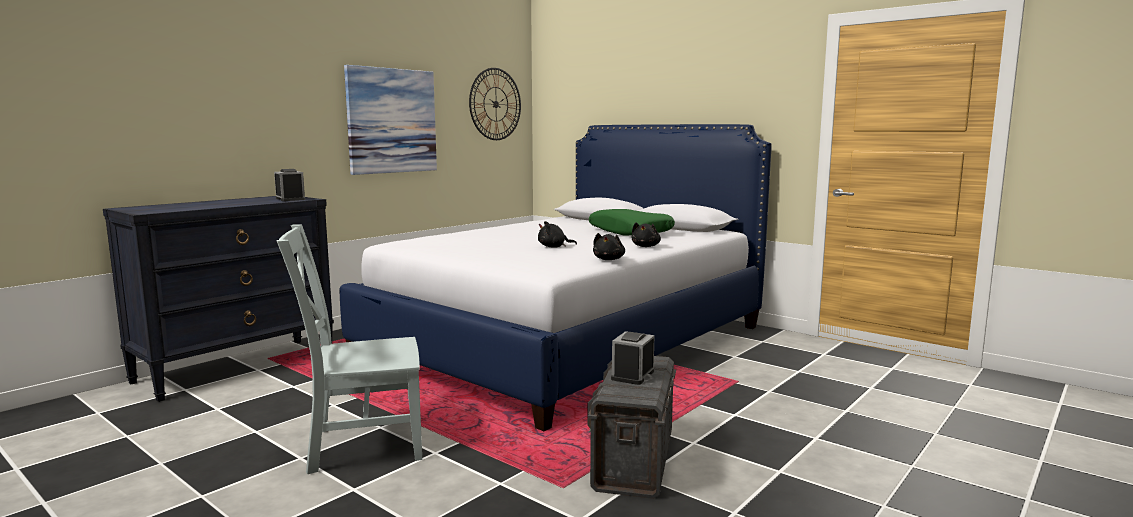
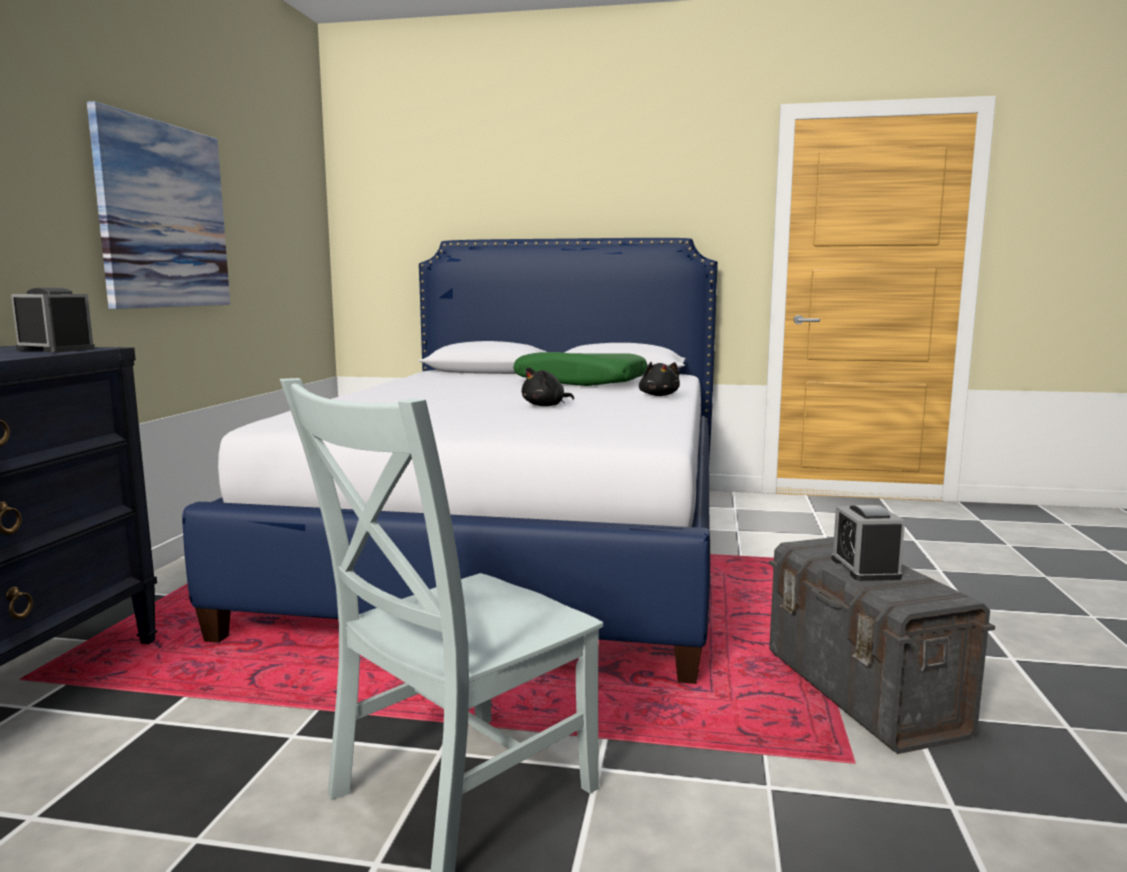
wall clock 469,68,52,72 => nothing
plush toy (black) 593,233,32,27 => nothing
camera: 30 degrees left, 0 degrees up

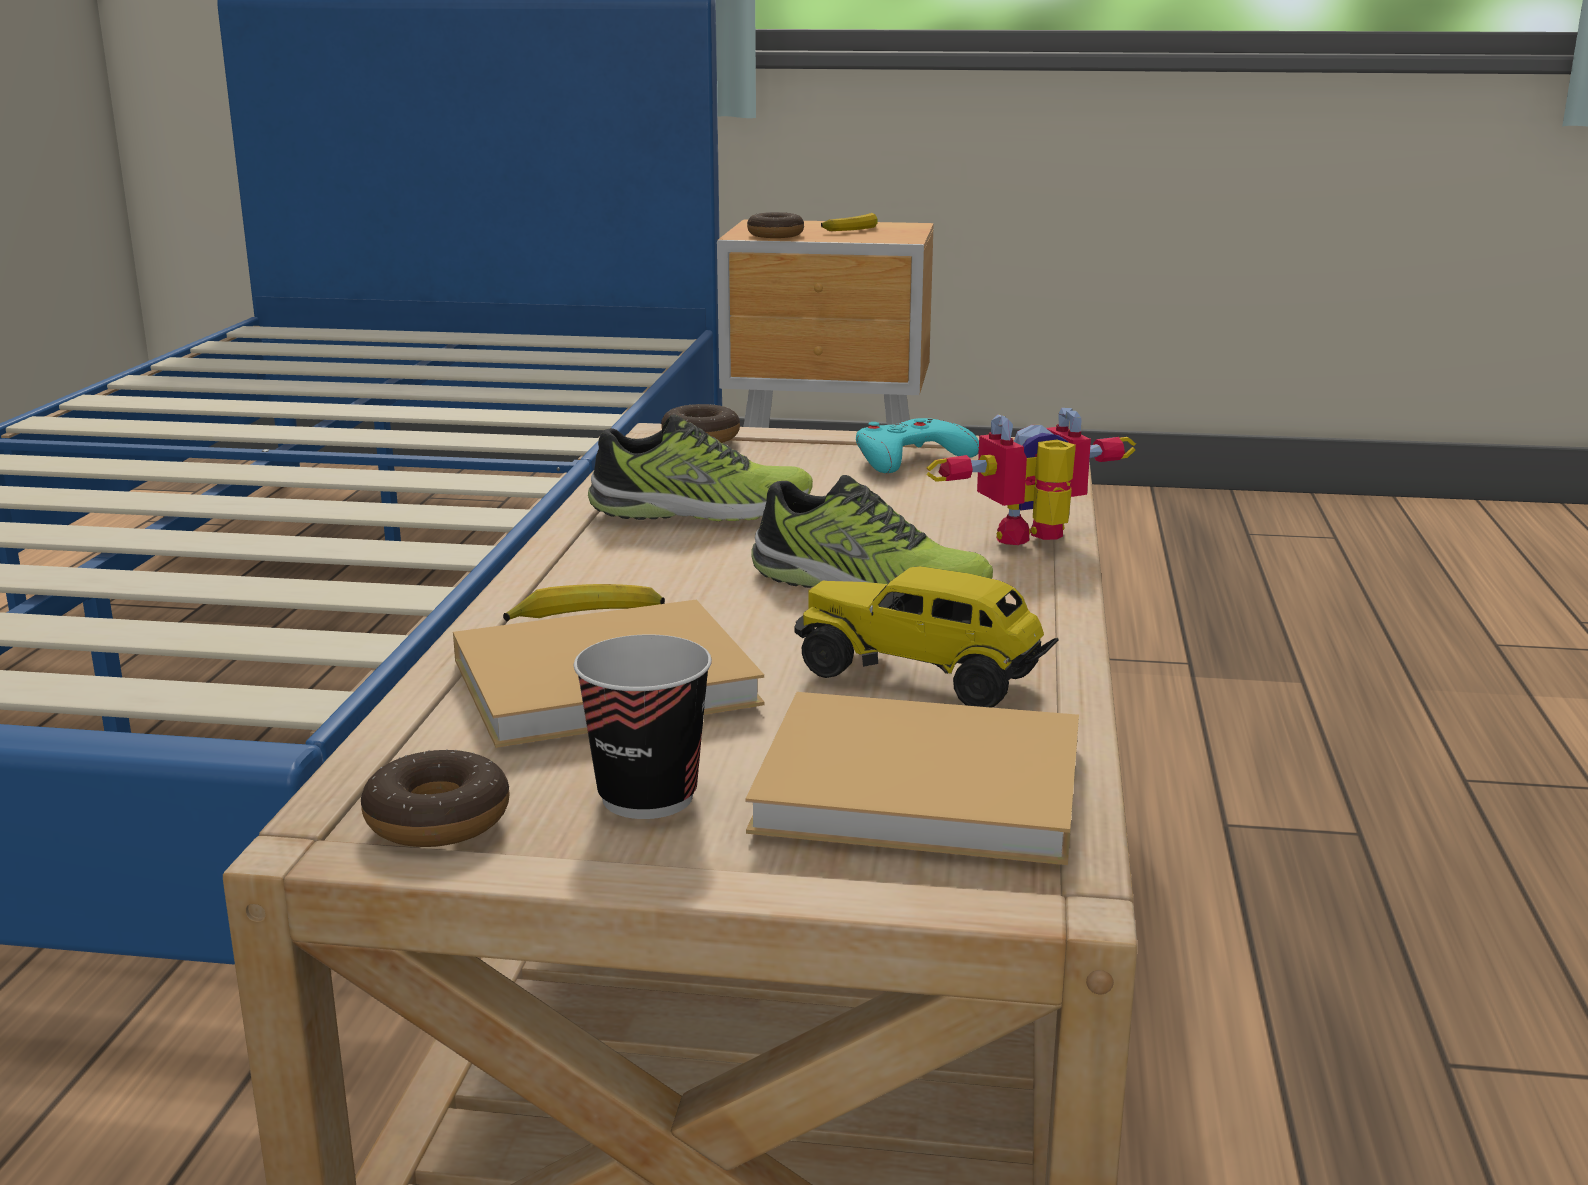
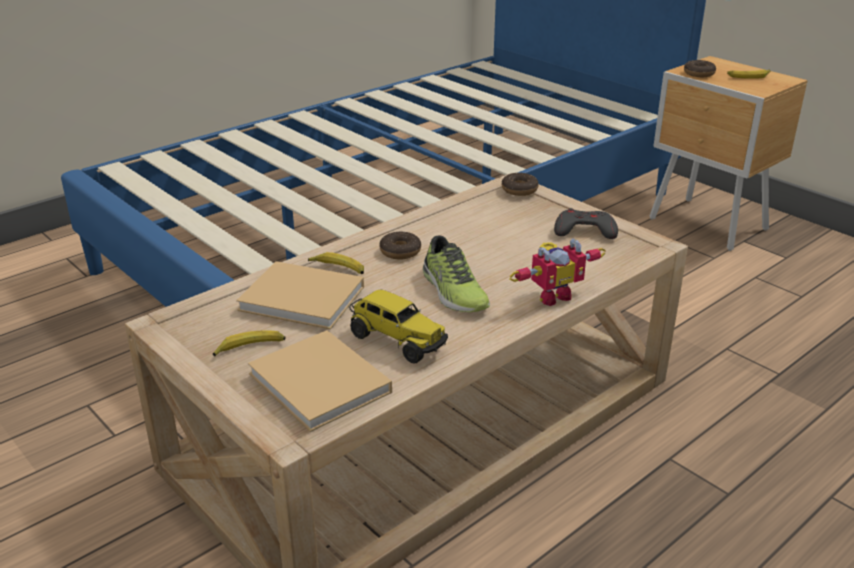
toy robot 926,408,210,137 => toy robot 510,239,96,67, 135 degrees clockwise
shoe 588,414,225,107 => nothing
game controller (turquoise) 856,418,123,55 => game controller (grey) 554,208,64,31
toy truck 795,566,264,142 => toy truck 349,290,99,74, 150 degrees clockwise
cup 574,634,138,185 => banana 213,331,72,25
donut 361,749,149,98 => donut 379,231,42,28, move
camera: 40 degrees right, 10 degrees up

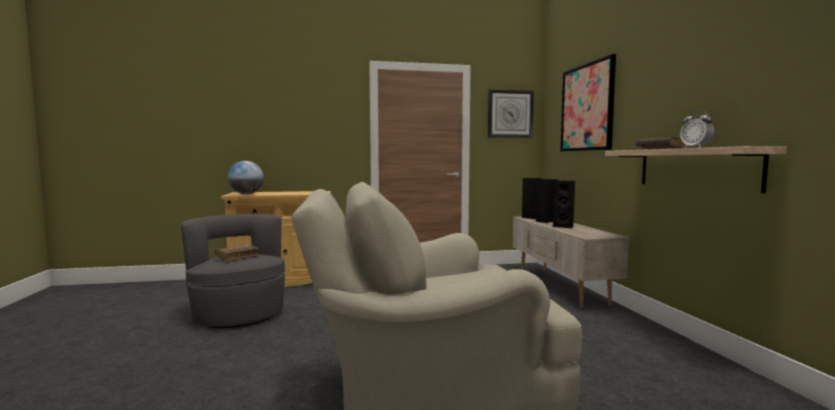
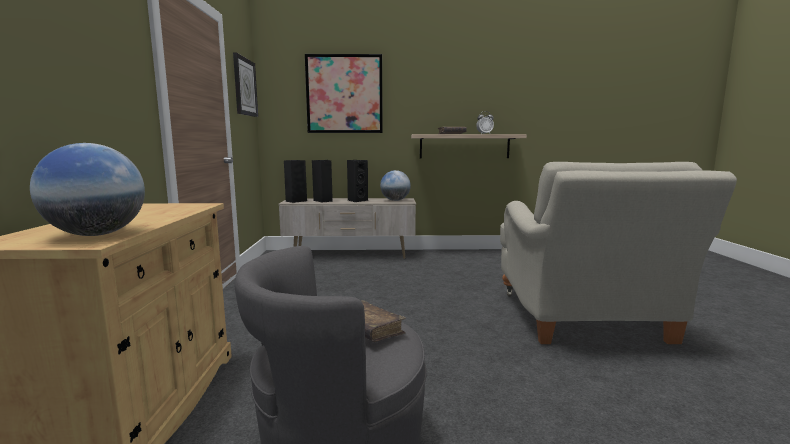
nothing => globe 380,170,31,31
camera: 80 degrees left, 5 degrees up

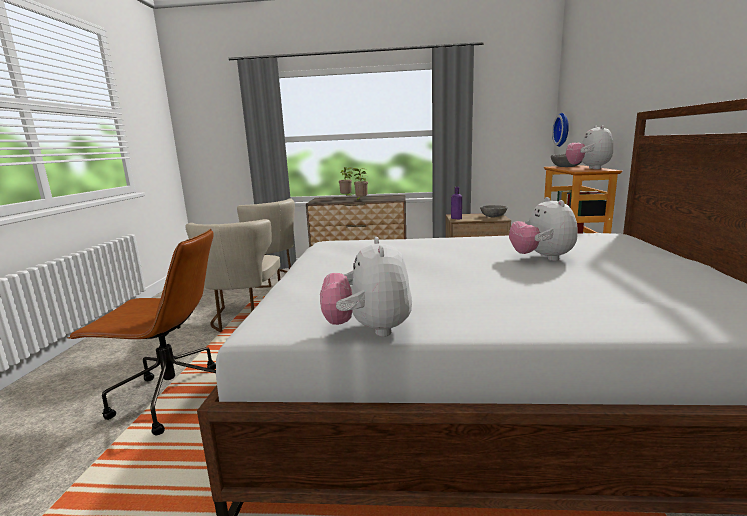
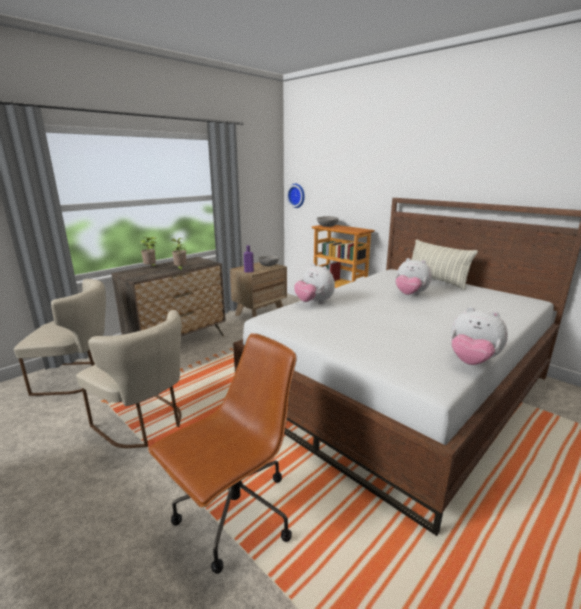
plush toy 566,125,47,44 => plush toy 294,263,41,41, move
nothing => pillow 411,239,67,51
camera: 50 degrees left, 5 degrees up

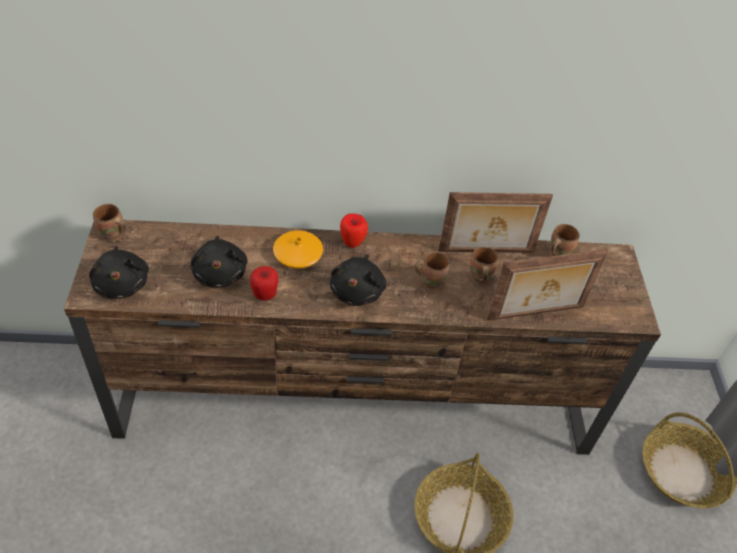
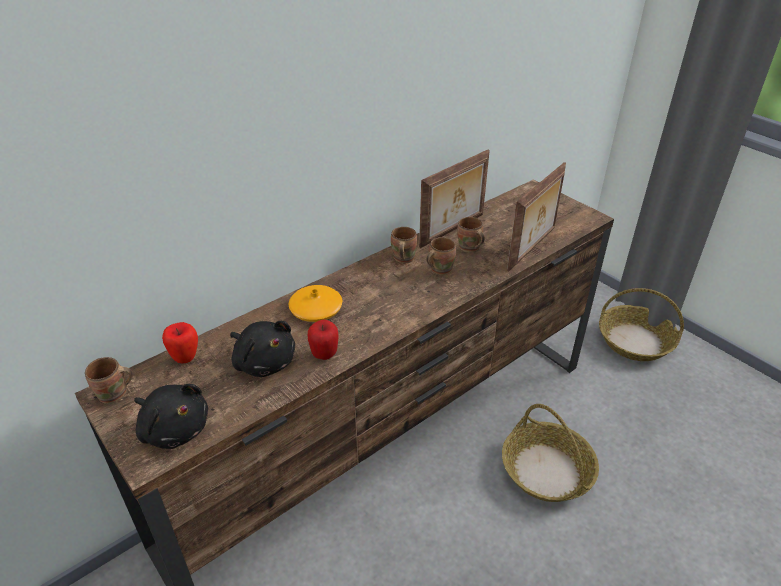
apple 340,213,28,35 => apple 162,322,36,42, move
mug (brown) 550,224,30,32 => mug (brown) 391,227,27,36, move
plush toy (black) 330,254,57,52 => nothing
camera: 35 degrees left, 10 degrees down

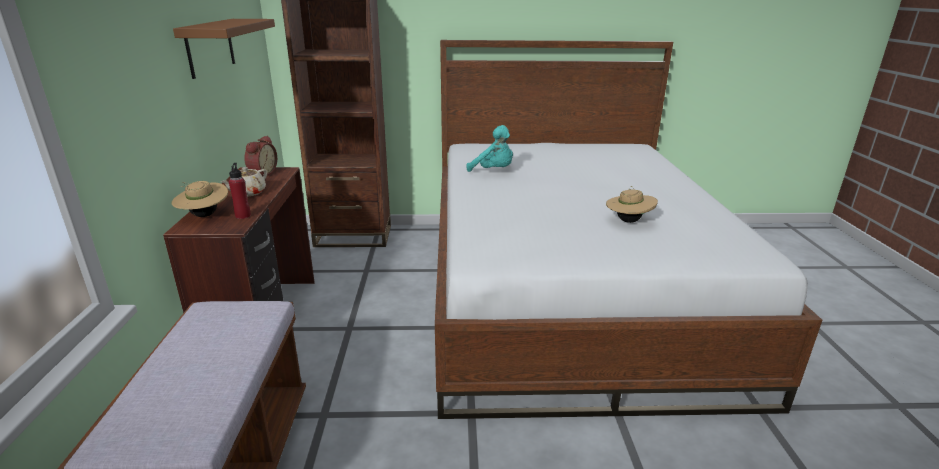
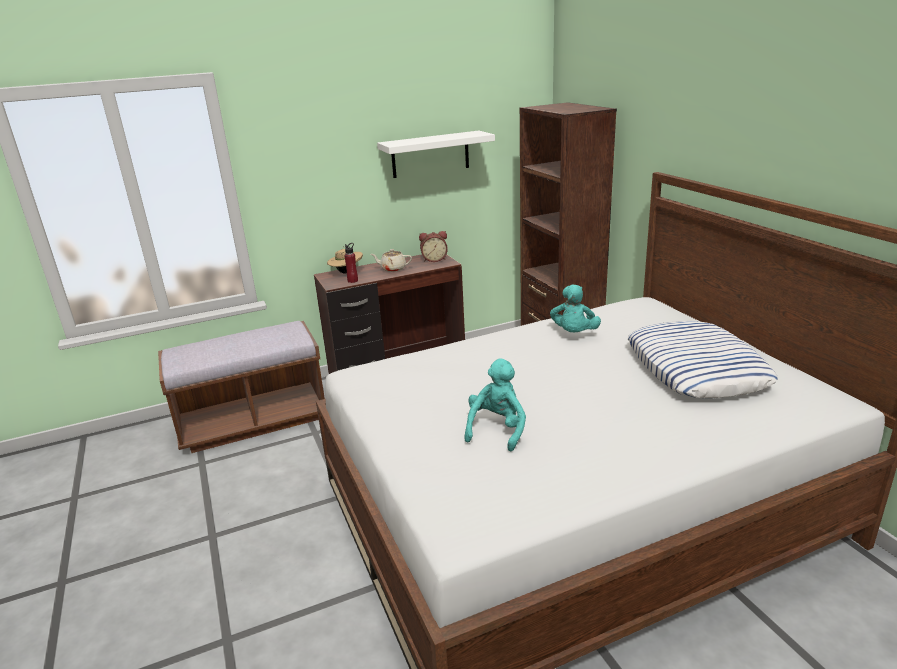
shelf (brown) 173,19,102,60 => shelf (white) 377,131,118,47
hat (beige) 606,186,52,37 => plush toy (turquoise) 464,358,62,93
nothing => pillow 628,321,150,77
camera: 70 degrees right, 0 degrees up

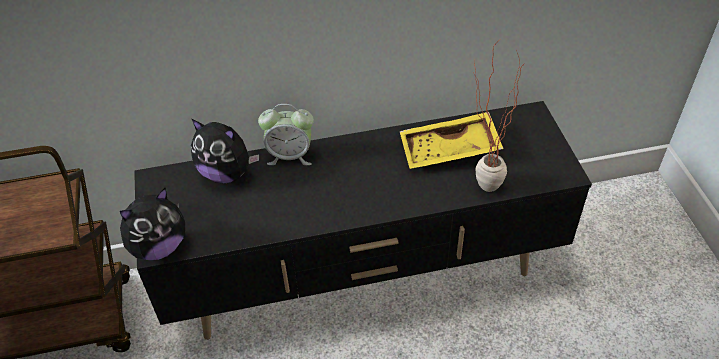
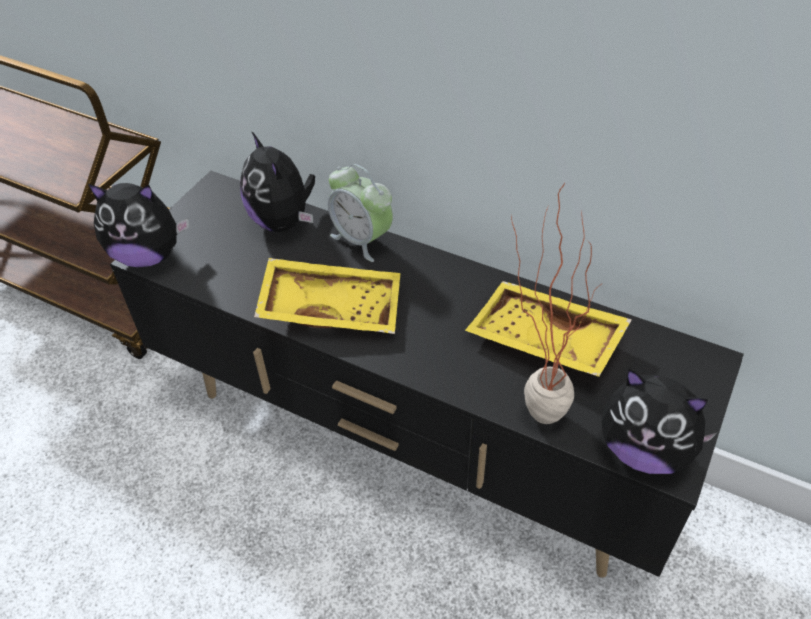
nothing => tray (yellow) 254,258,147,76
nothing => plush toy 602,369,116,105
camera: 40 degrees right, 0 degrees up

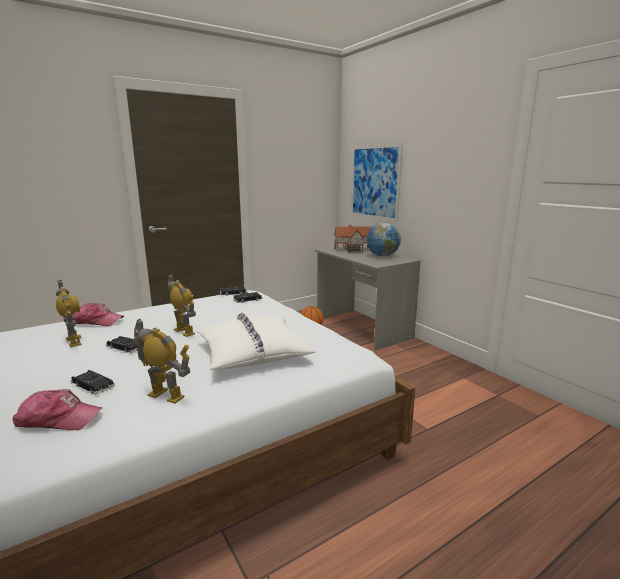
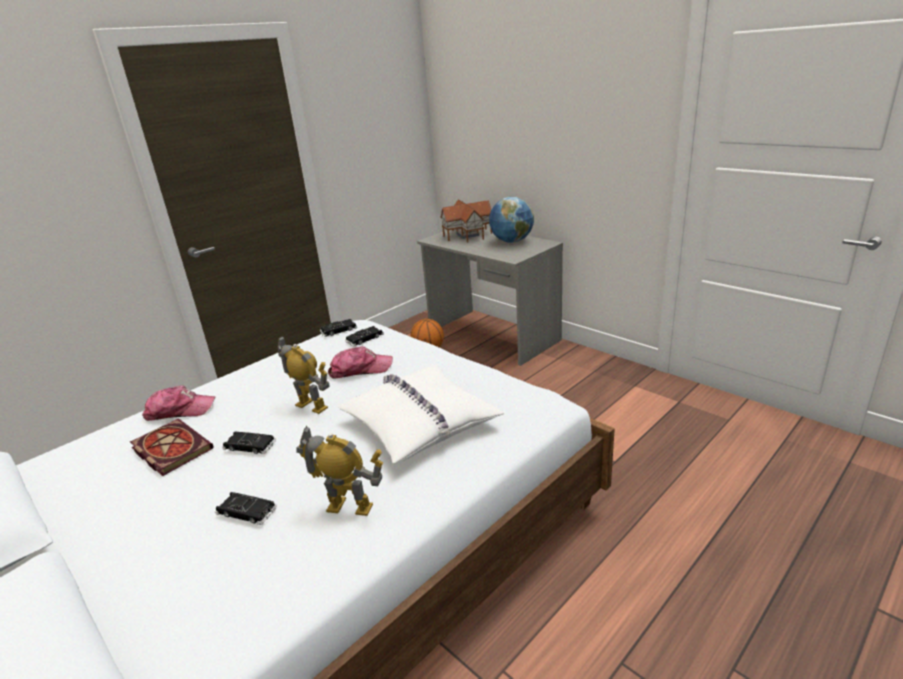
picture 351,144,52,78 => nothing
toy robot 56,280,26,67 => book 130,419,84,57
cap 13,389,89,42 => cap 328,346,65,33, move
camera: 10 degrees left, 10 degrees up

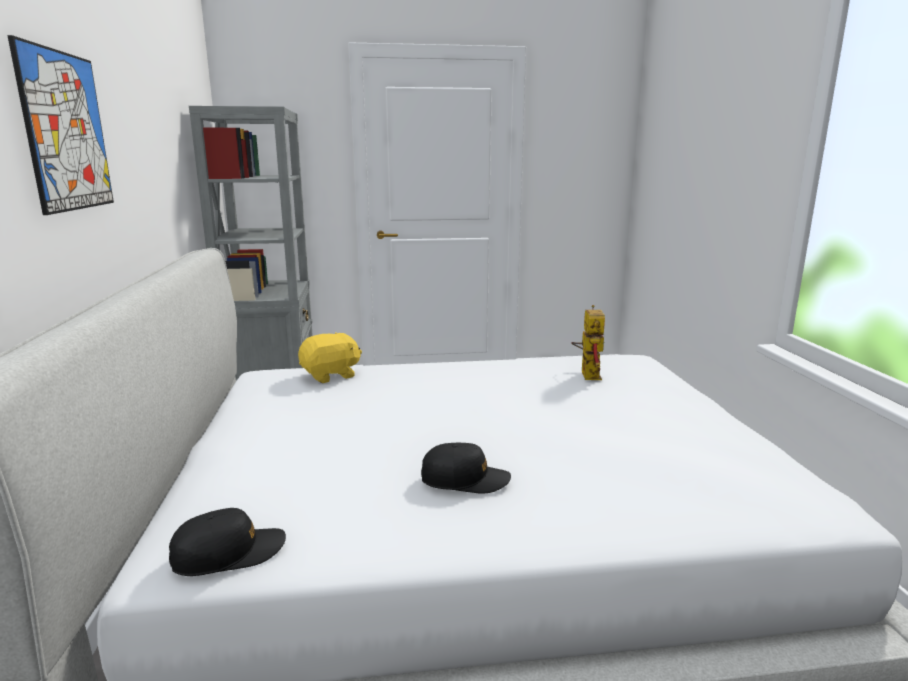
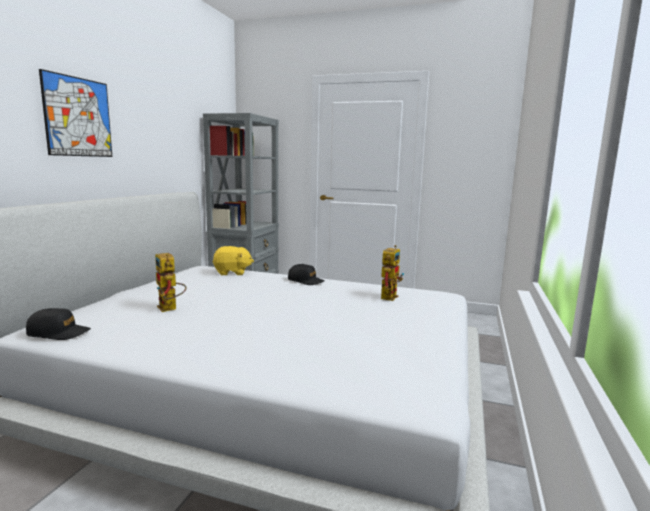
cap (black) 421,443,90,50 => cap (black) 288,264,37,21, move
nothing => toy robot 155,253,31,59
camera: 25 degrees right, 5 degrees down

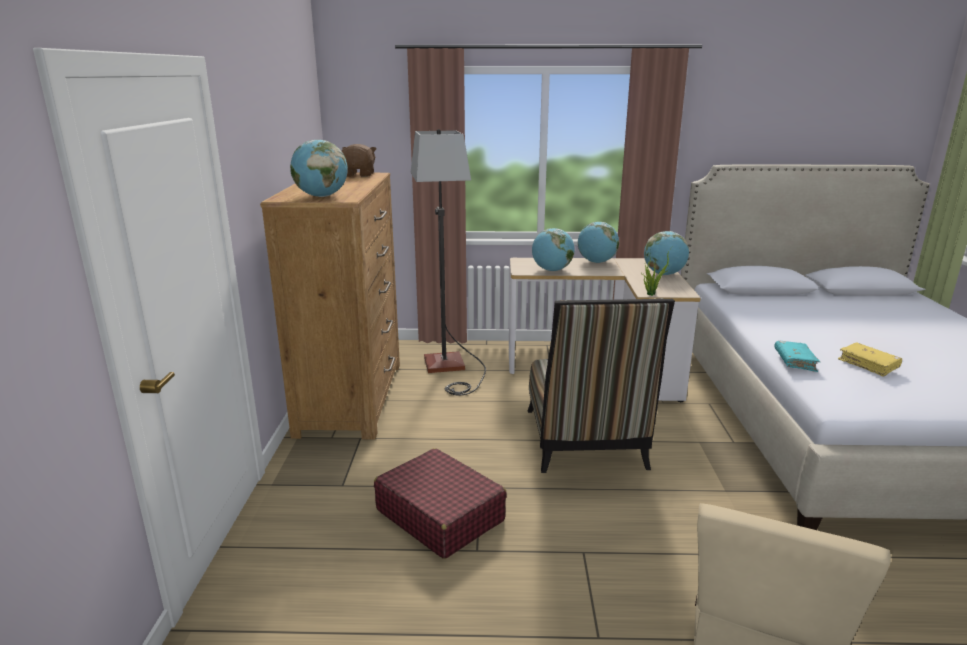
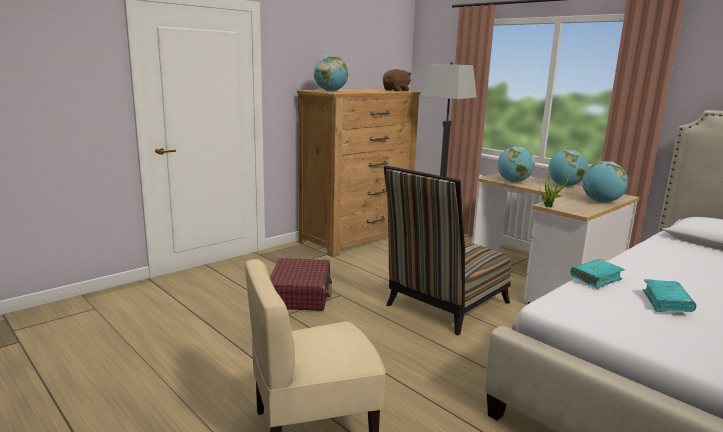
book (yellow) 838,342,64,35 => book (turquoise) 643,279,53,33
camera: 45 degrees right, 5 degrees down

